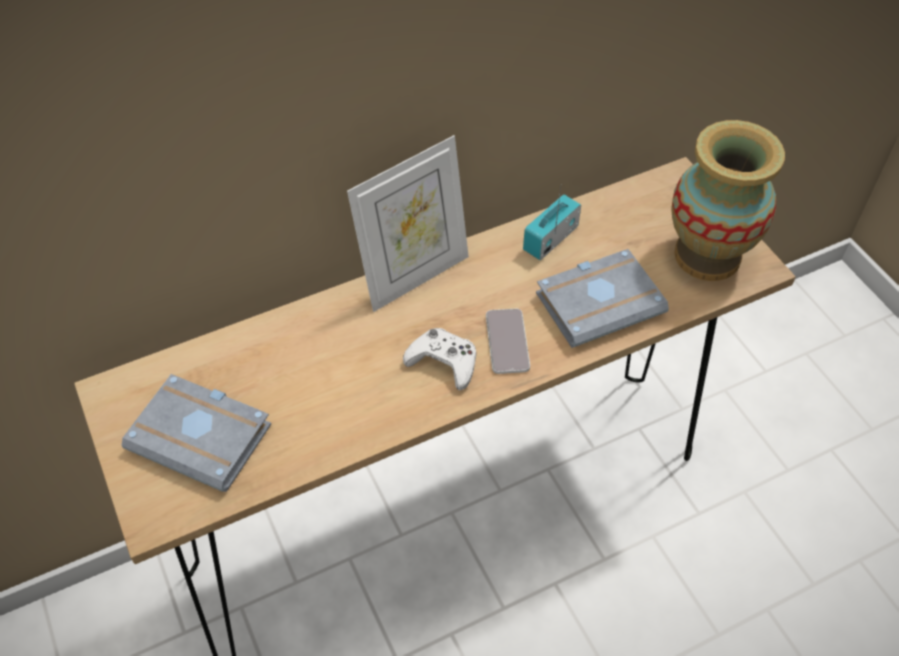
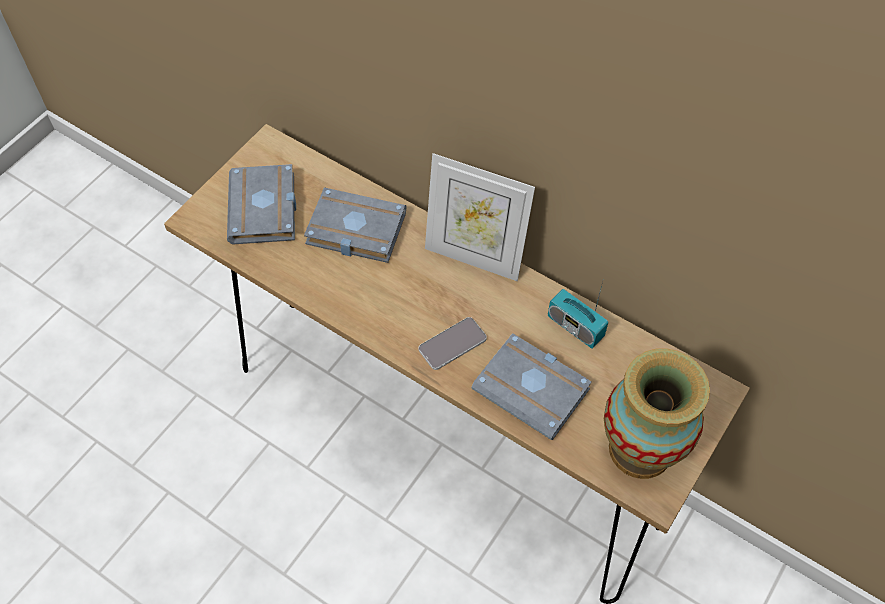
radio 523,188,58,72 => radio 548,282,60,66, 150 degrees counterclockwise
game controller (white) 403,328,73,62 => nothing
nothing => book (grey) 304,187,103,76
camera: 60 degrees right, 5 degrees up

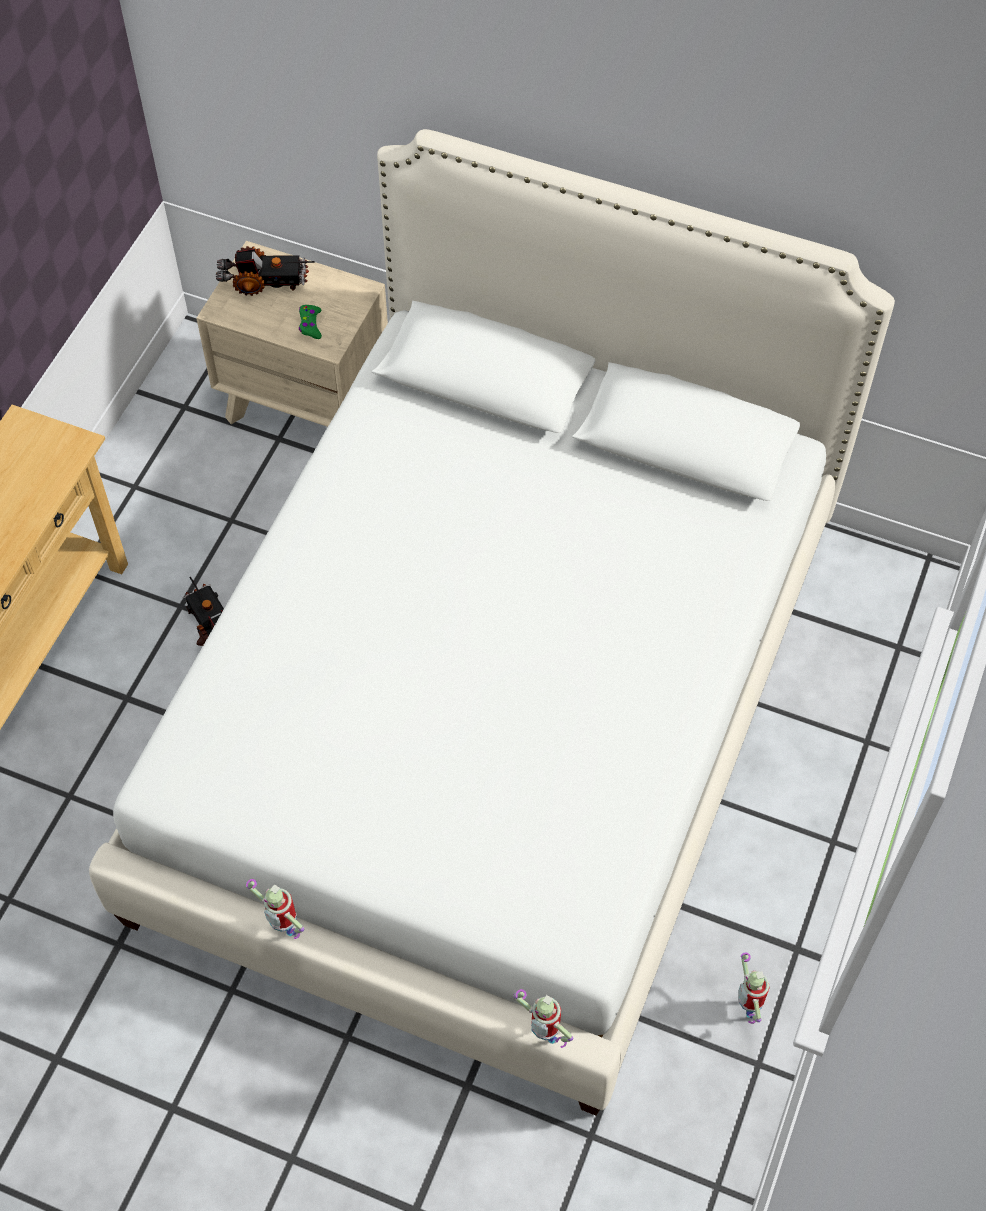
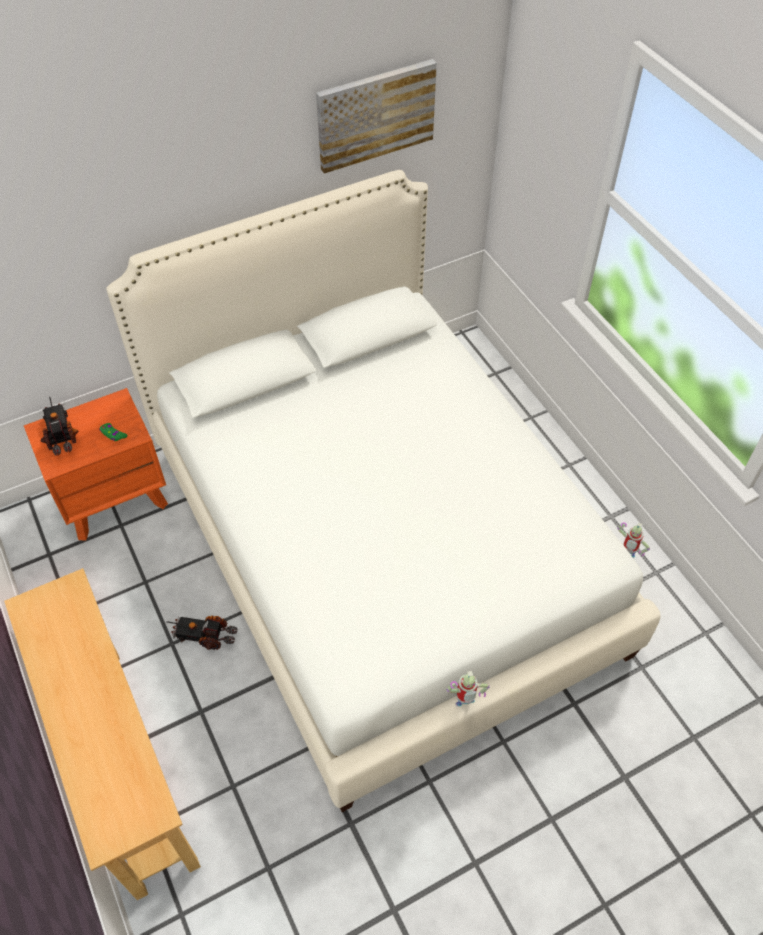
nightstand (beige) 196,241,192,186 => nightstand (orange) 24,388,144,153
toy truck 216,246,99,50 => toy truck 41,397,37,58, 60 degrees counterclockwise
toy robot 514,989,59,59 => nothing
nothing => picture 316,59,121,115
camera: 50 degrees left, 5 degrees down

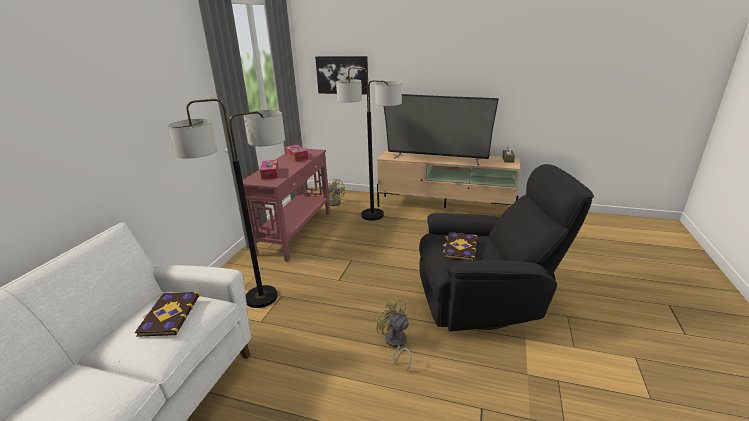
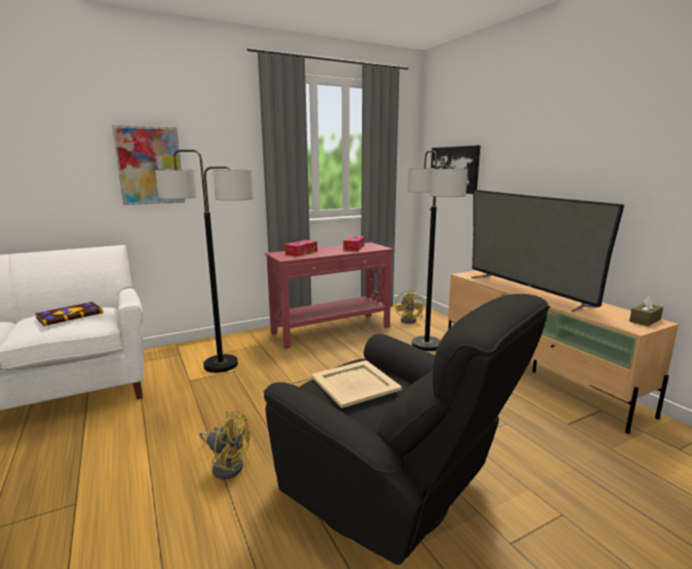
book 443,232,34,28 => tray (beige) 311,360,91,48
fan (yellow) 376,297,35,74 => fan (yellow) 199,410,51,69, 105 degrees clockwise
nothing => picture 112,125,73,80
camera: 45 degrees right, 10 degrees down

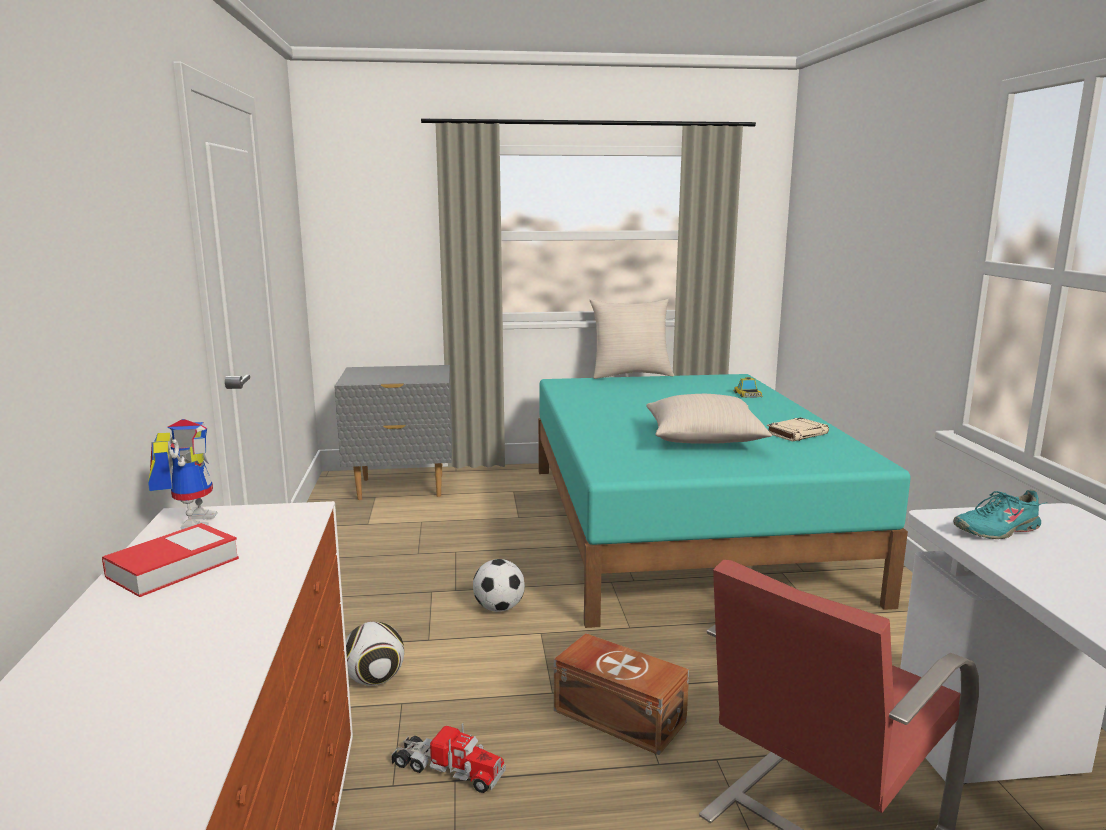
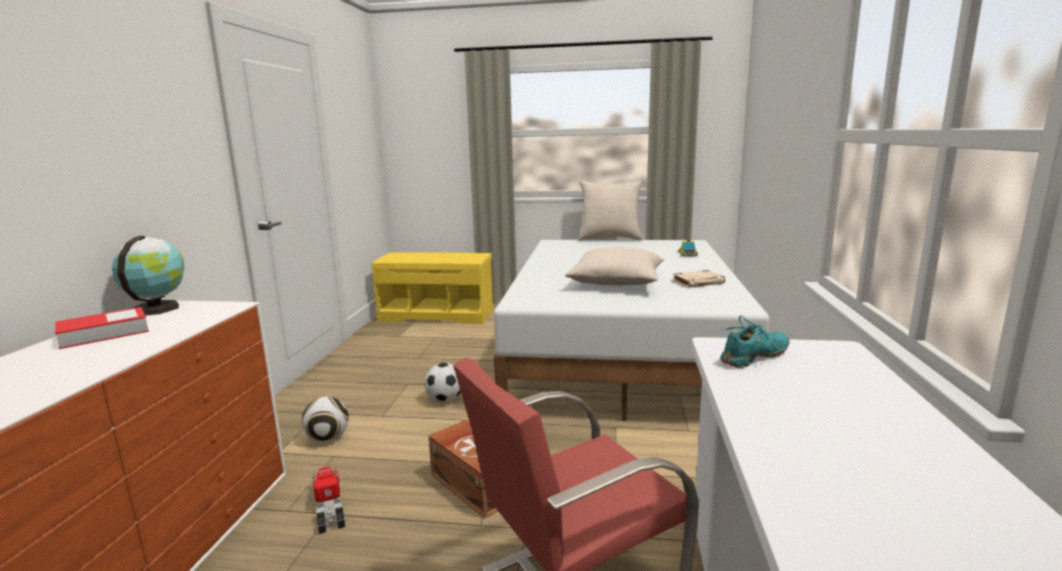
nightstand (grey) 334,365,118,135 => bench (yellow) 371,252,122,72
bed (turquoise) 538,374,373,254 => bed (white) 494,240,275,181
toy robot 148,419,69,111 => globe 112,236,73,80
shoe (turquoise) 953,489,92,50 => shoe (turquoise) 720,316,70,52, 150 degrees clockwise
toy truck 391,723,115,70 => toy truck 313,467,32,67, 150 degrees counterclockwise
camera: 15 degrees right, 0 degrees up

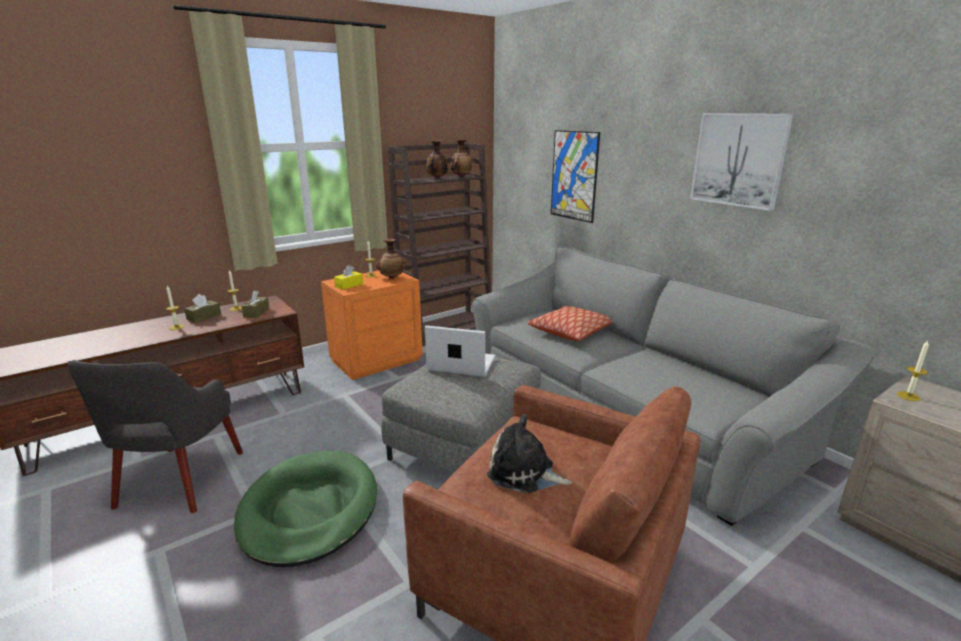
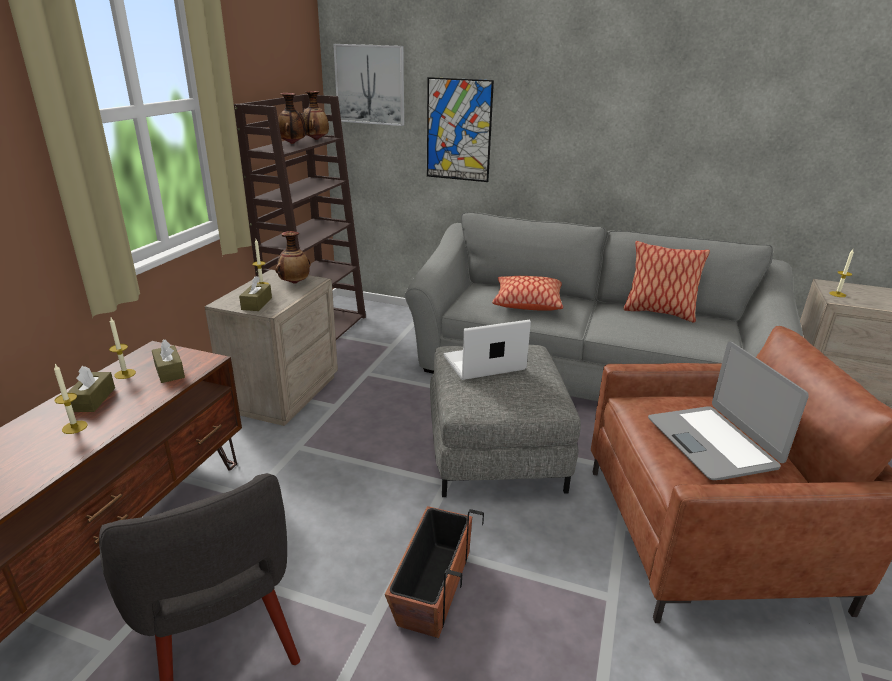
picture 690,113,103,98 => picture 333,44,71,82, move
tissue box (yellow) 334,265,29,25 => tissue box (brown) 239,276,33,35
nightstand (orange) 321,270,102,110 => nightstand (beige) 205,270,133,156
plush toy 487,414,85,79 => laptop 648,342,161,138
dog bed (green) 234,451,143,116 => planter 385,506,99,132
nothing => pillow 623,241,87,82
camera: 35 degrees left, 5 degrees up

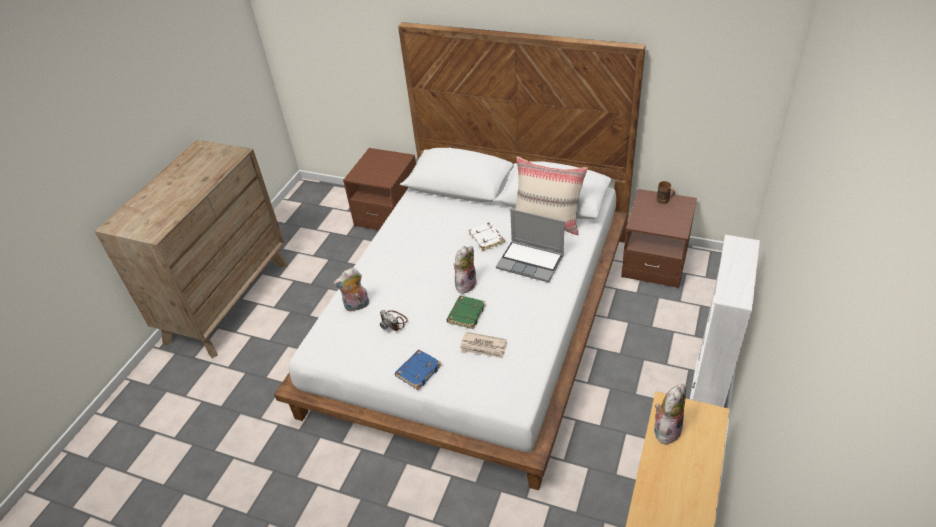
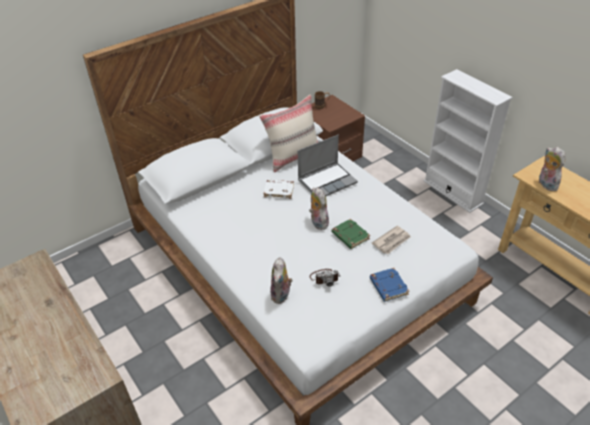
nightstand (brown) 343,148,73,82 => nothing
camera: 60 degrees left, 0 degrees up

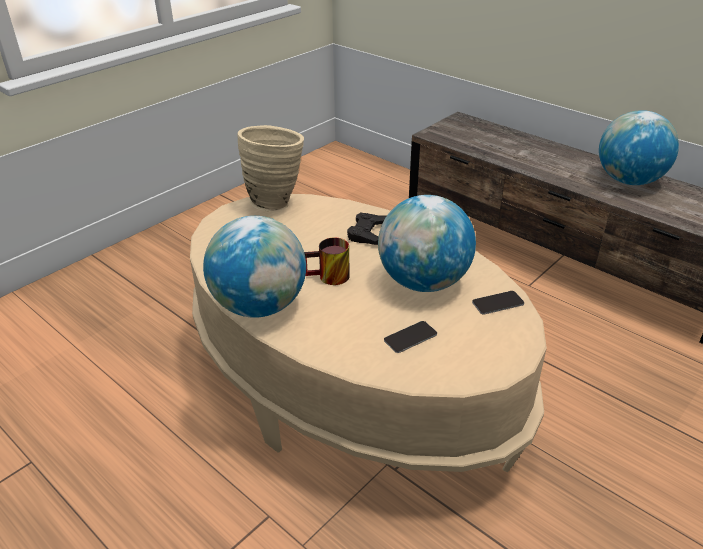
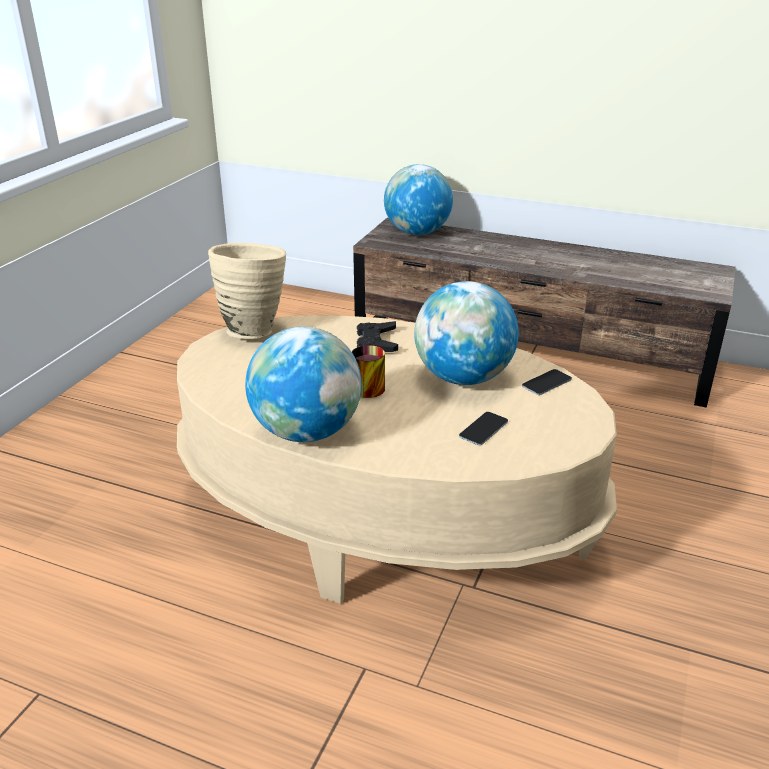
globe 599,110,80,75 => globe 384,164,69,71, move
camera: 20 degrees left, 5 degrees down

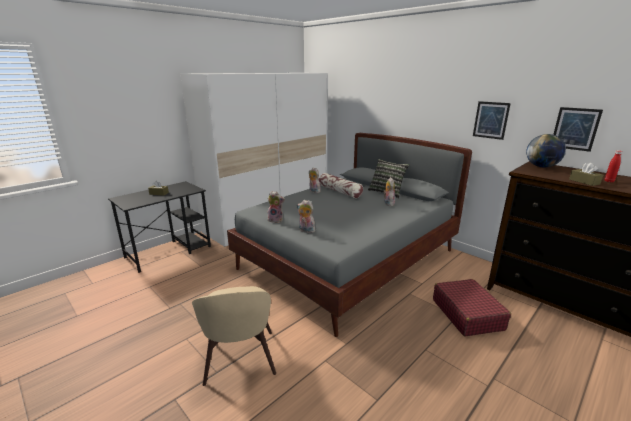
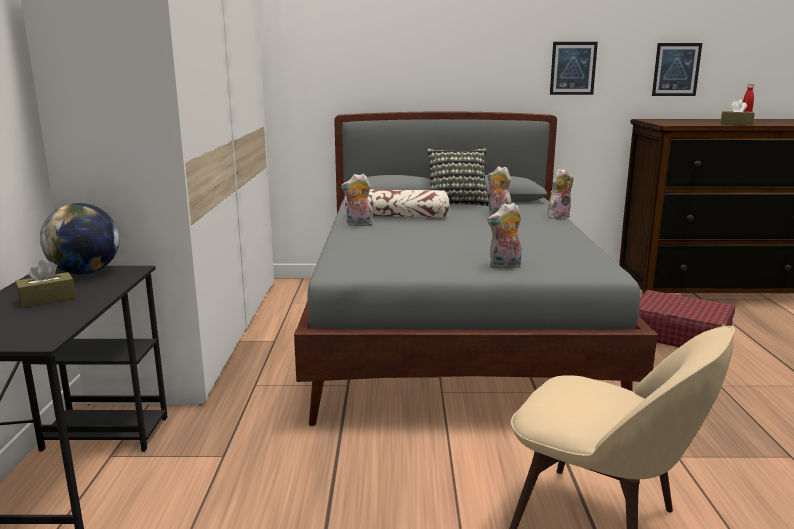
globe 526,134,40,33 => globe 40,203,79,72, move
plush toy 268,191,17,32 => plush toy 548,168,26,51, move
camera: 45 degrees left, 5 degrees down

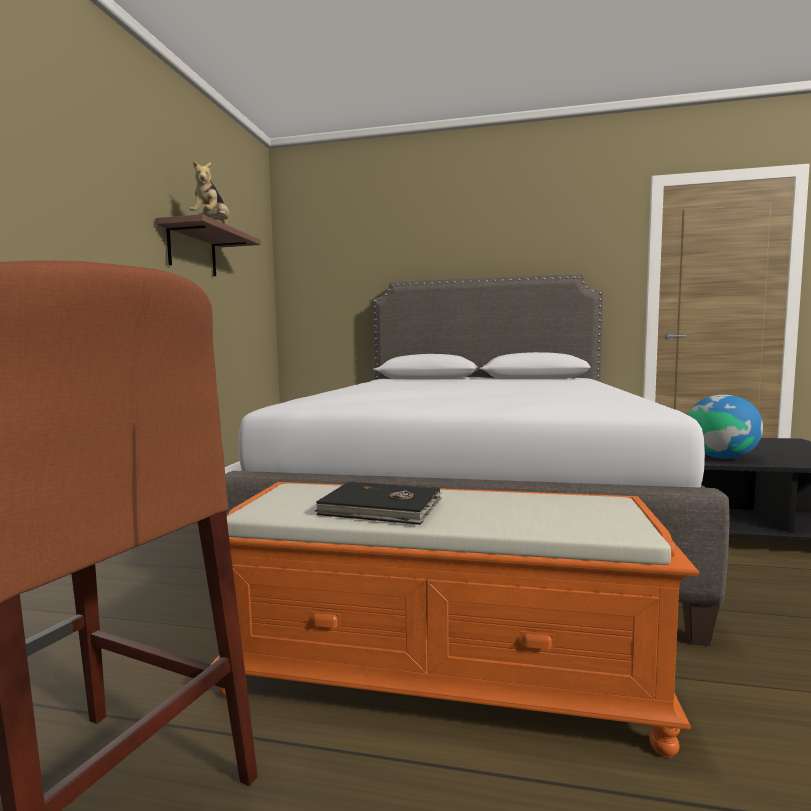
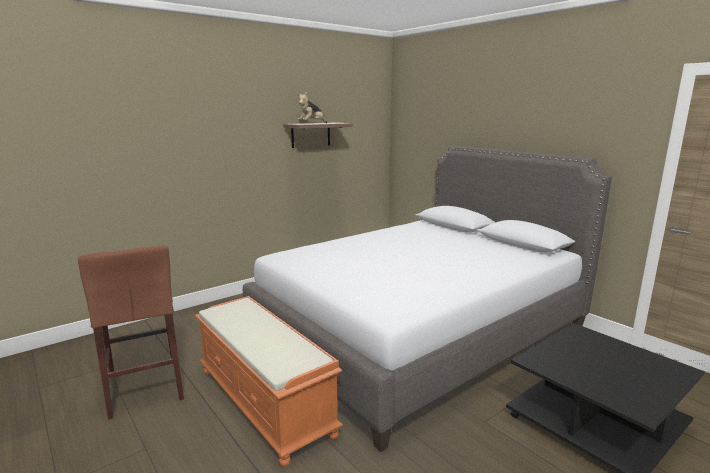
globe 688,395,75,64 => nothing
book (black) 315,482,127,43 => nothing
camera: 40 degrees right, 10 degrees up

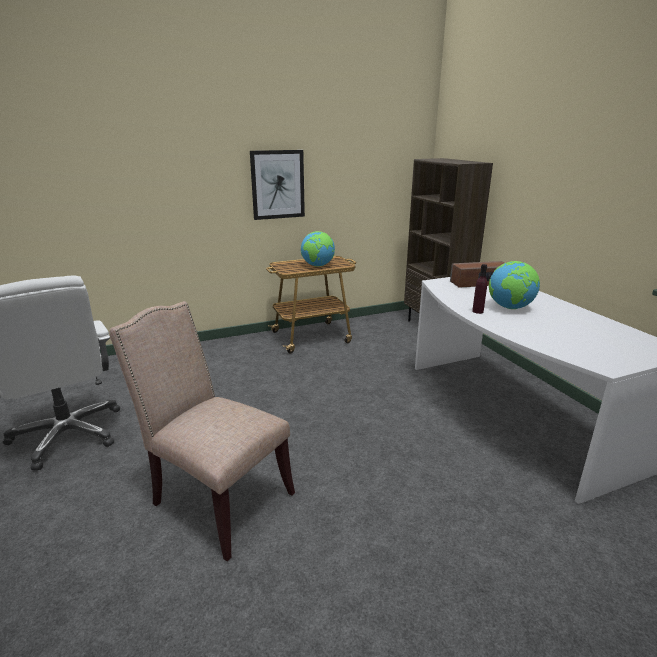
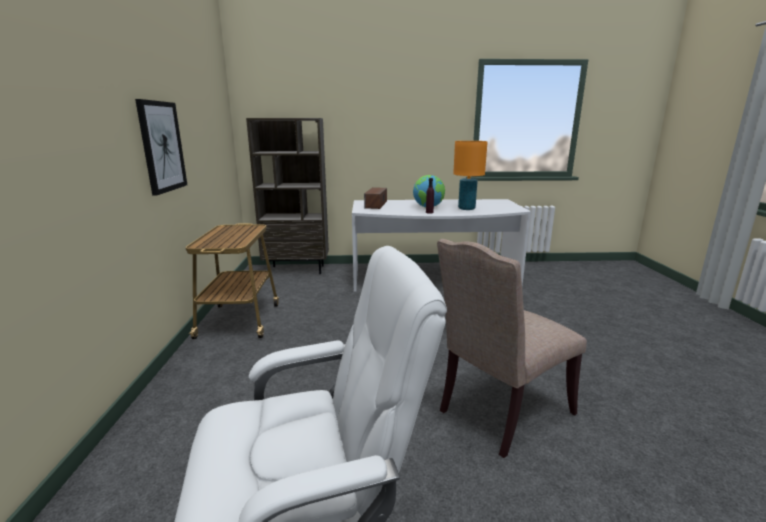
globe 301,231,34,36 => nothing
nothing => table lamp (orange) 453,141,35,69
camera: 70 degrees left, 5 degrees down

